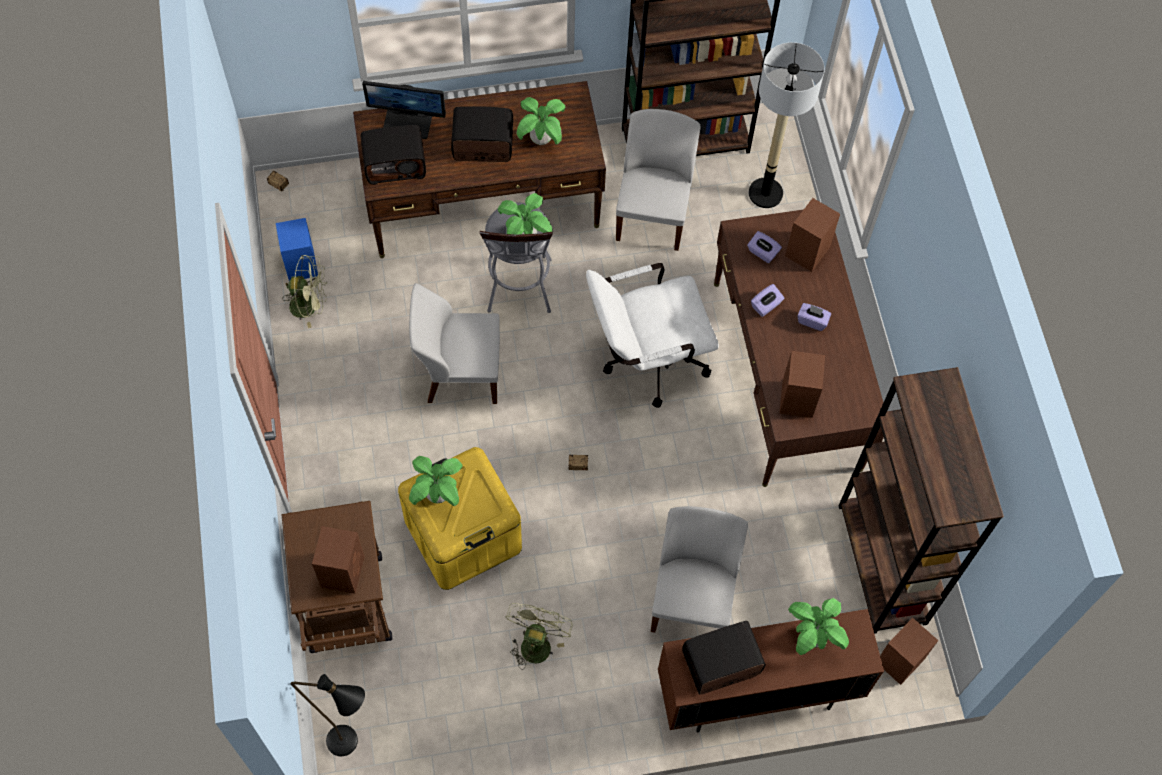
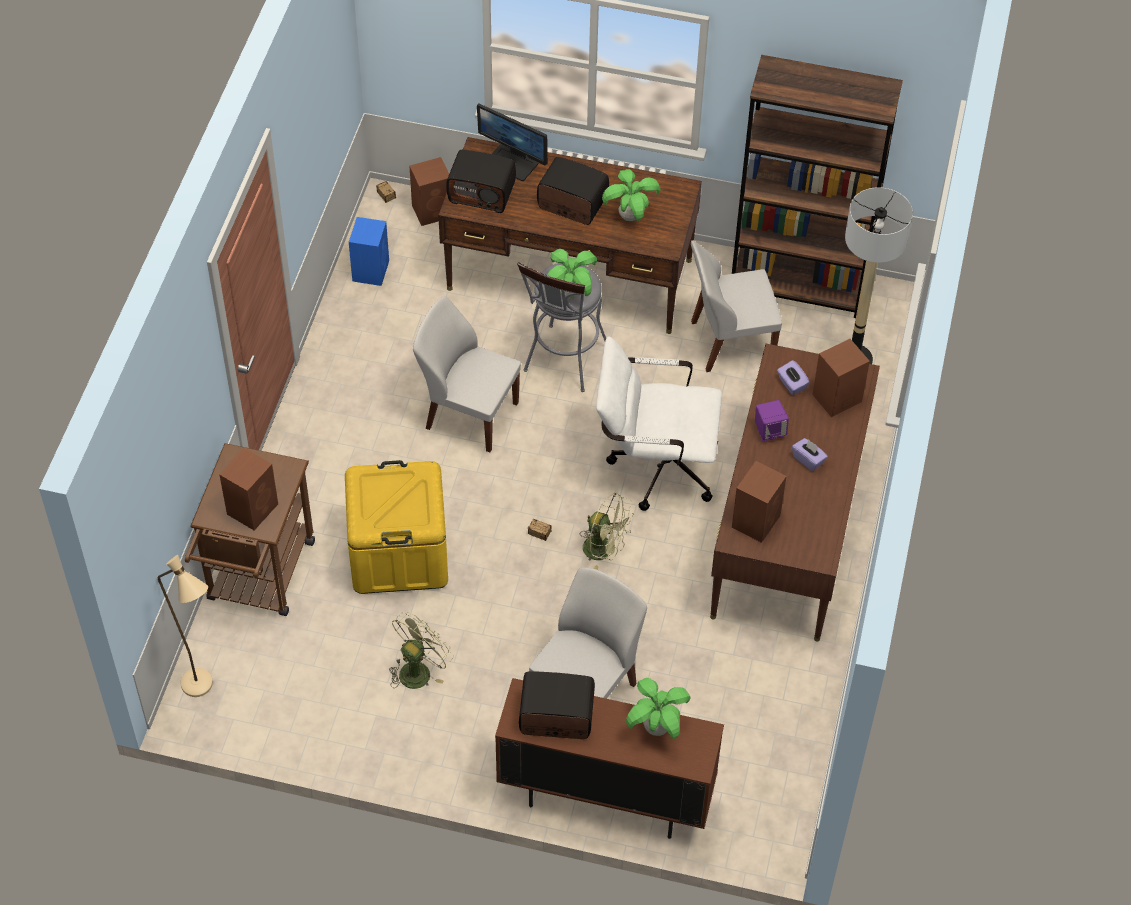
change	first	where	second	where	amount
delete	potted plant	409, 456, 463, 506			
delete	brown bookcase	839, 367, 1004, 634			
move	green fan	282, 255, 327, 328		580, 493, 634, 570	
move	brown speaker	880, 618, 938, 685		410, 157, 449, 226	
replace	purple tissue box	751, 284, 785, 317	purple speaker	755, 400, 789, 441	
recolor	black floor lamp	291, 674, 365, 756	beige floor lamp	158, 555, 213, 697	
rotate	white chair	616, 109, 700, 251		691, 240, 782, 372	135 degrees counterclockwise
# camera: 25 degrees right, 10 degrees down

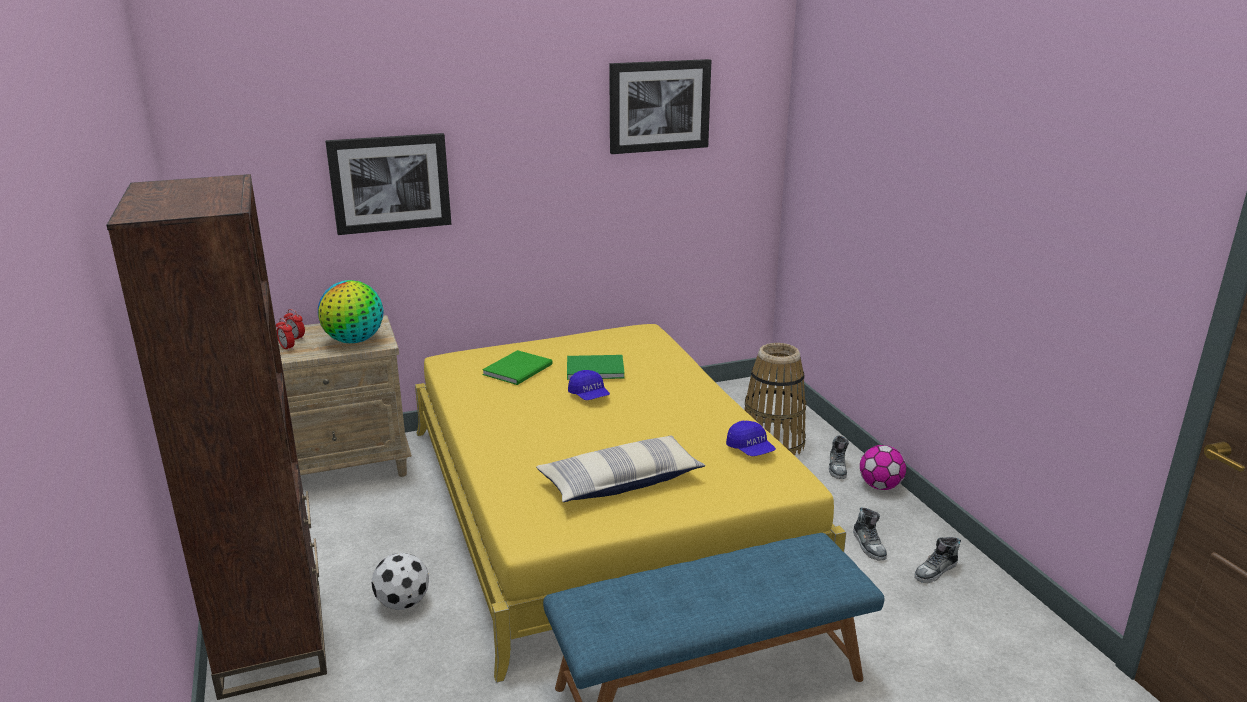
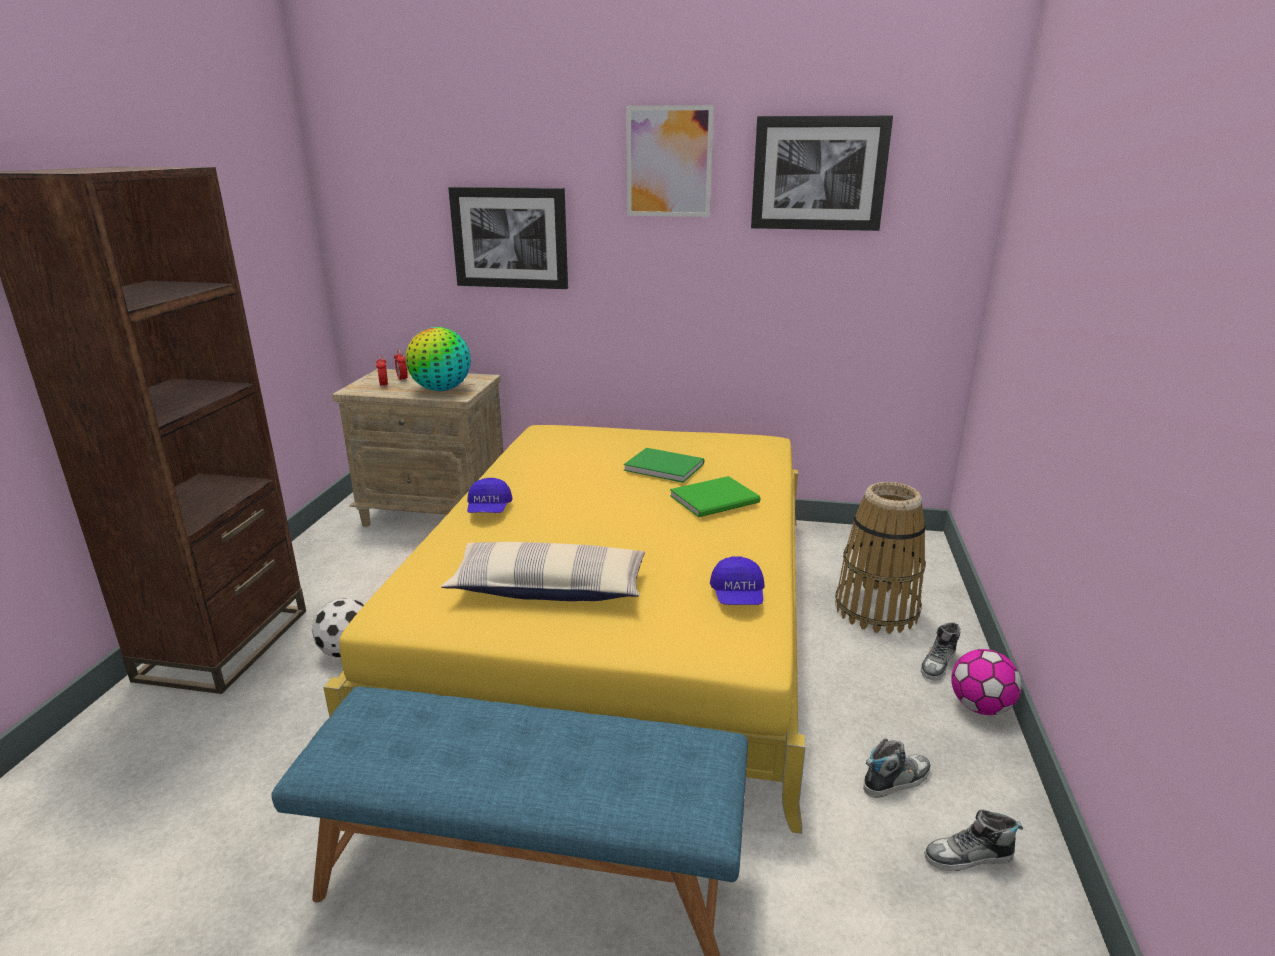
change	first	where	second	where	amount
insert			picture	626, 105, 714, 217	
move	green book	482, 350, 553, 385		670, 476, 760, 517	
move	blue cap	568, 370, 610, 400		467, 478, 513, 513	
rotate	shoe	853, 507, 887, 561		863, 738, 931, 798	135 degrees counterclockwise
# camera: 30 degrees right, 0 degrees up

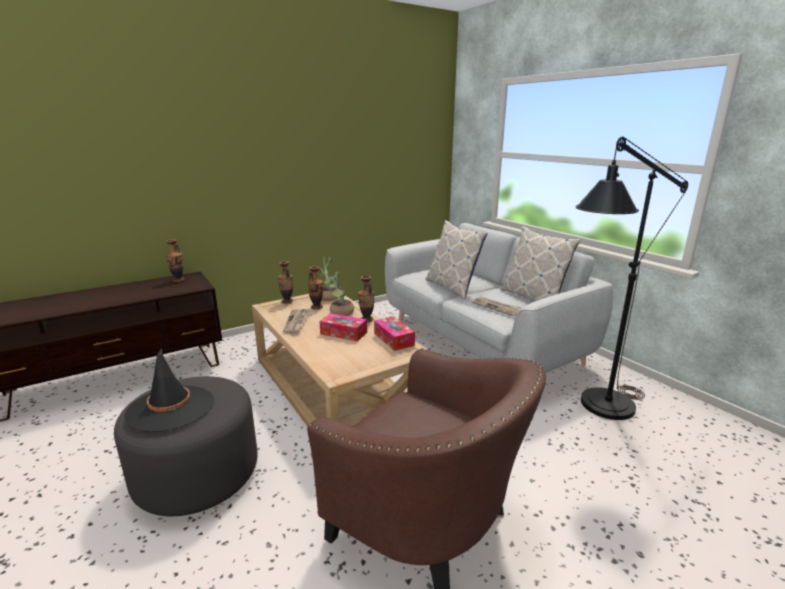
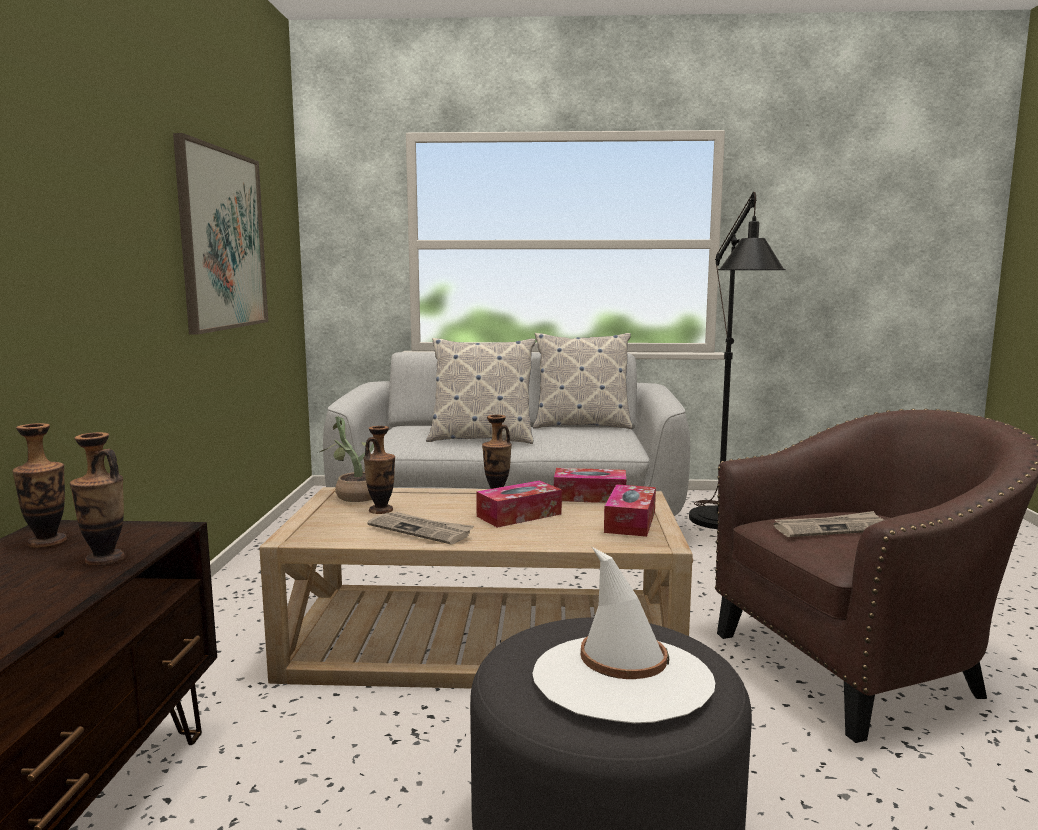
change	first	where	second	where	amount
delete	potted plant	324, 275, 354, 316			
insert			picture	173, 133, 268, 334	
insert			tissue box	604, 484, 656, 537	
move	vase	278, 261, 293, 304		70, 432, 125, 566	
move	newspaper	471, 297, 521, 316		774, 511, 884, 537	
recolor	black hat	124, 348, 214, 432	white hat	532, 547, 715, 723	
# camera: 55 degrees left, 10 degrees down

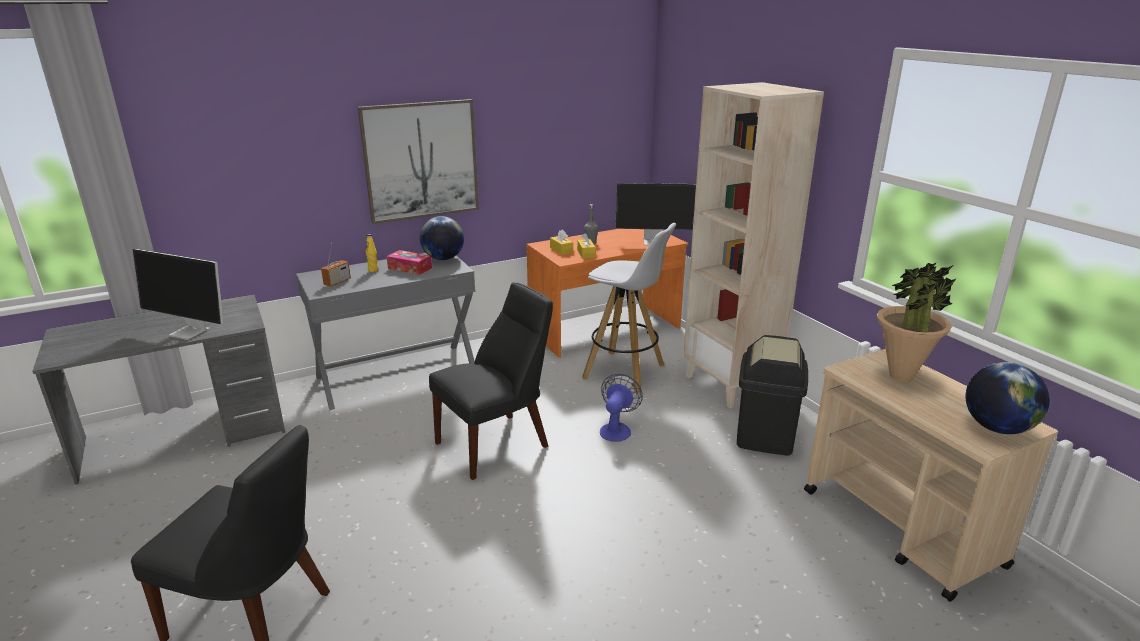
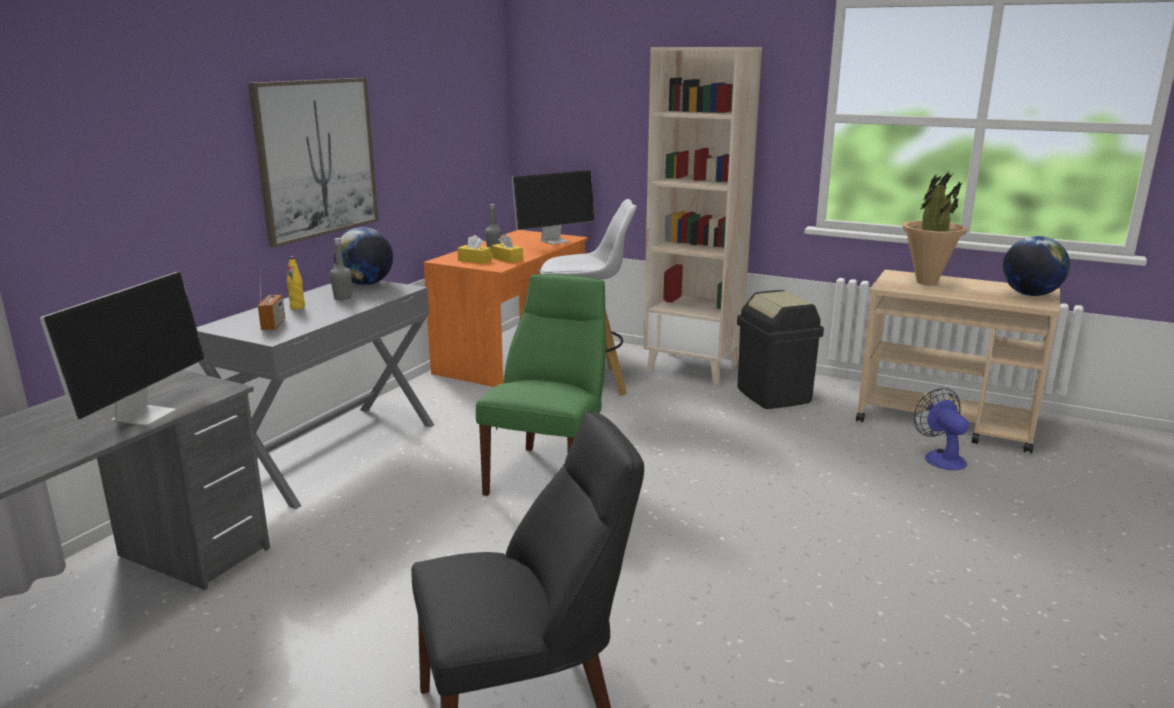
change	first	where	second	where	amount
move	fan	600, 374, 643, 442		914, 388, 969, 470	
replace	tissue box	387, 250, 432, 275	grey bottle	330, 238, 352, 300	
recolor	black chair	429, 283, 553, 480	green chair	476, 274, 606, 496	
rotate	monitor	133, 249, 223, 340		40, 272, 205, 426	60 degrees counterclockwise
# camera: 35 degrees left, 5 degrees down

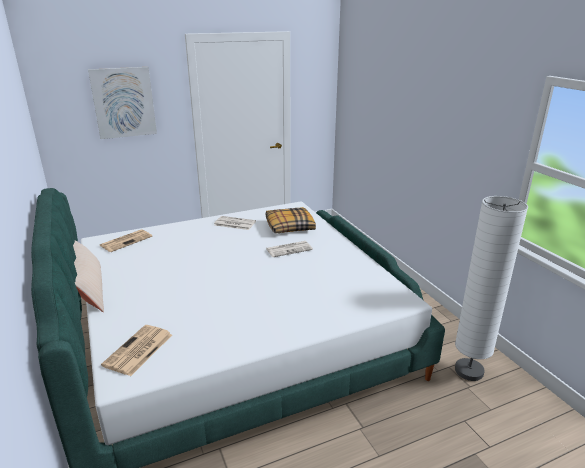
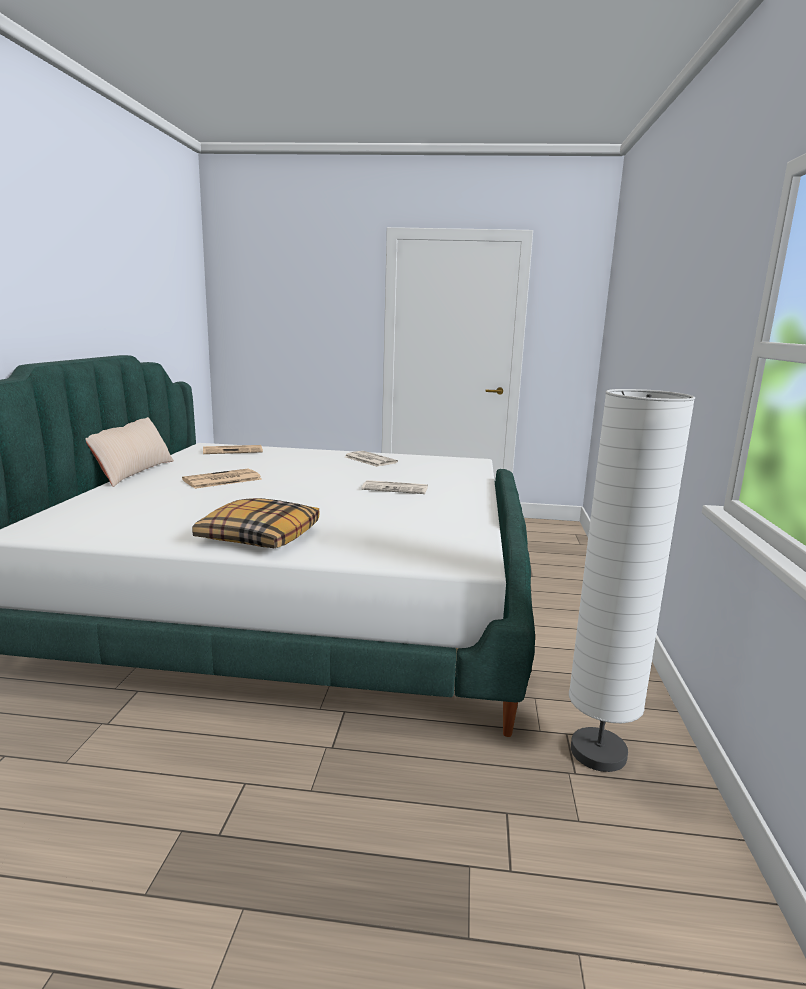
change	first	where	second	where	amount
delete	picture	88, 67, 157, 139			
move	newspaper	101, 325, 172, 376		182, 468, 261, 489	
move	pillow	266, 207, 316, 234		192, 498, 319, 548	
# camera: 30 degrees right, 10 degrees down

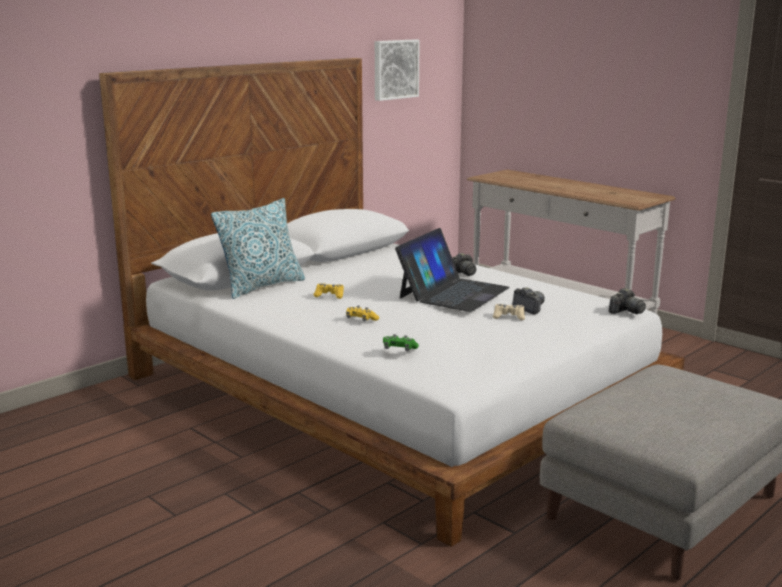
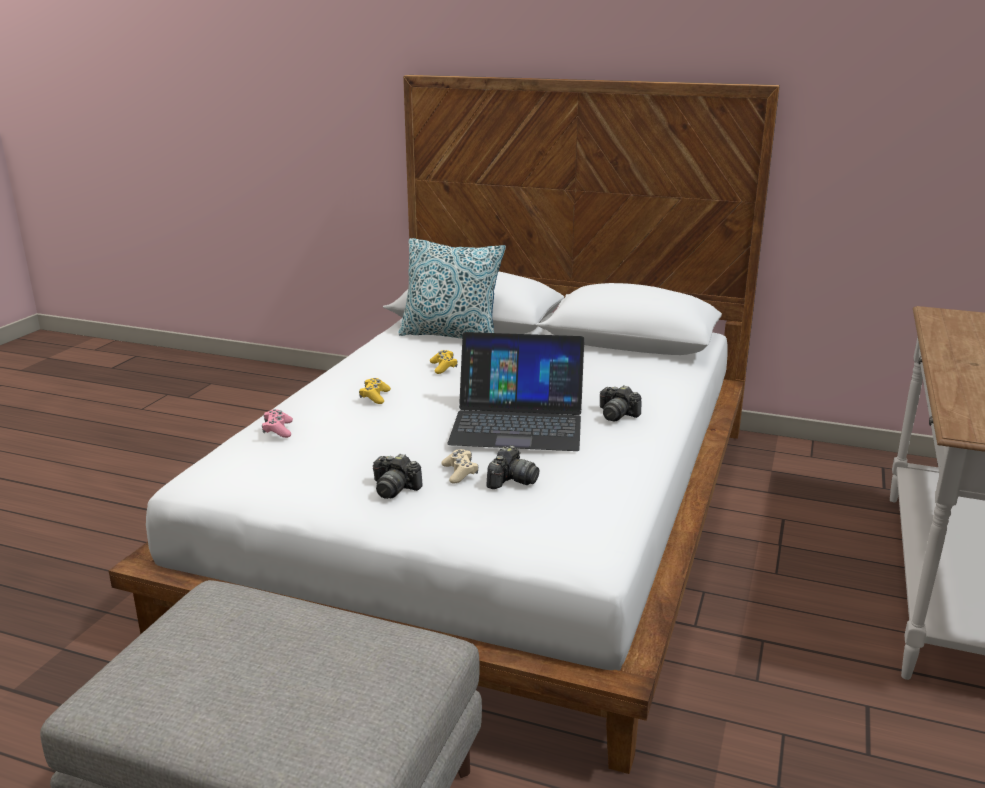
change	first	where	second	where	amount
delete	picture	375, 39, 420, 101			
move	photo camera	609, 288, 646, 314		373, 453, 423, 499	
recolor	green game controller	383, 334, 419, 351	pink game controller	262, 409, 293, 438	
# camera: 65 degrees right, 5 degrees up

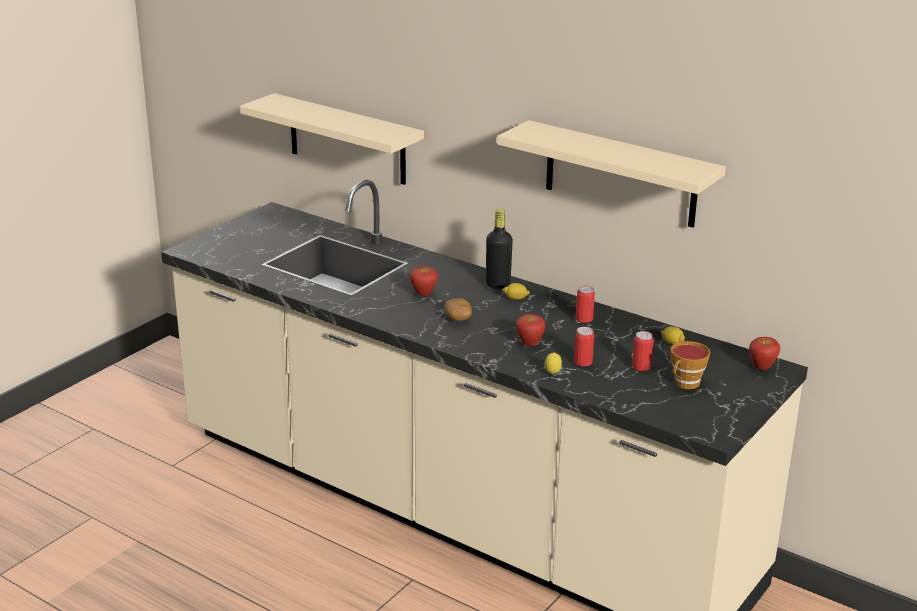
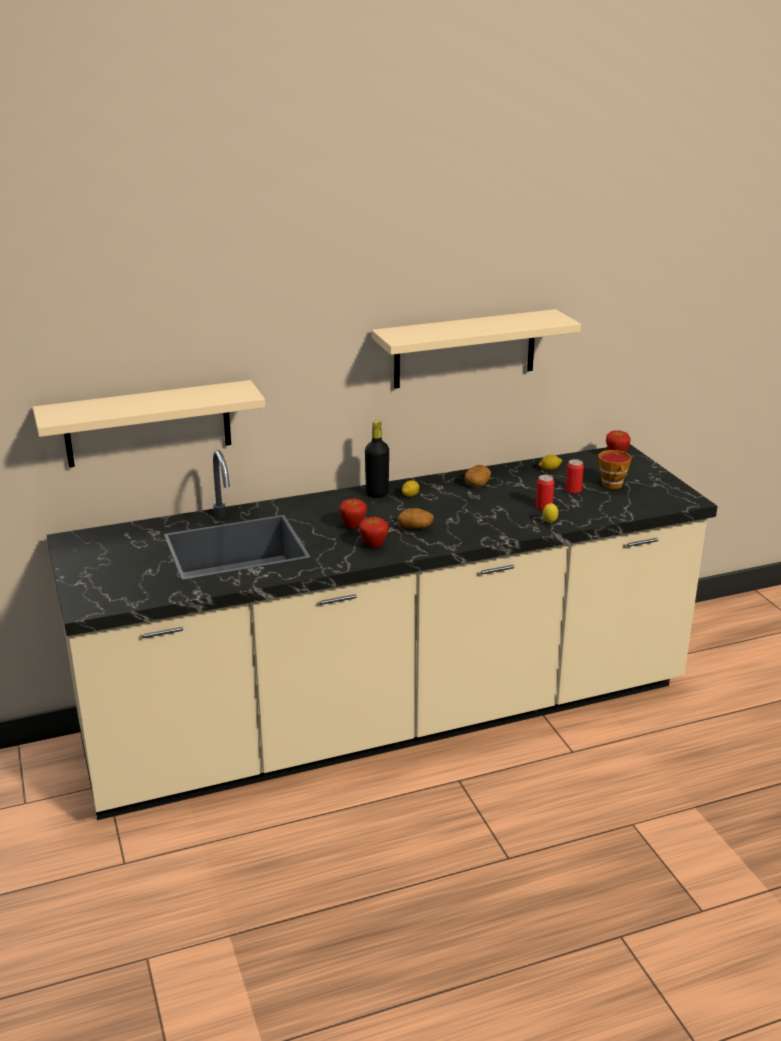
change	first	where	second	where	amount
move	apple	516, 314, 545, 346		359, 517, 389, 548	
replace	can	575, 285, 595, 323	potato	465, 465, 491, 487	
# camera: 55 degrees left, 0 degrees up

